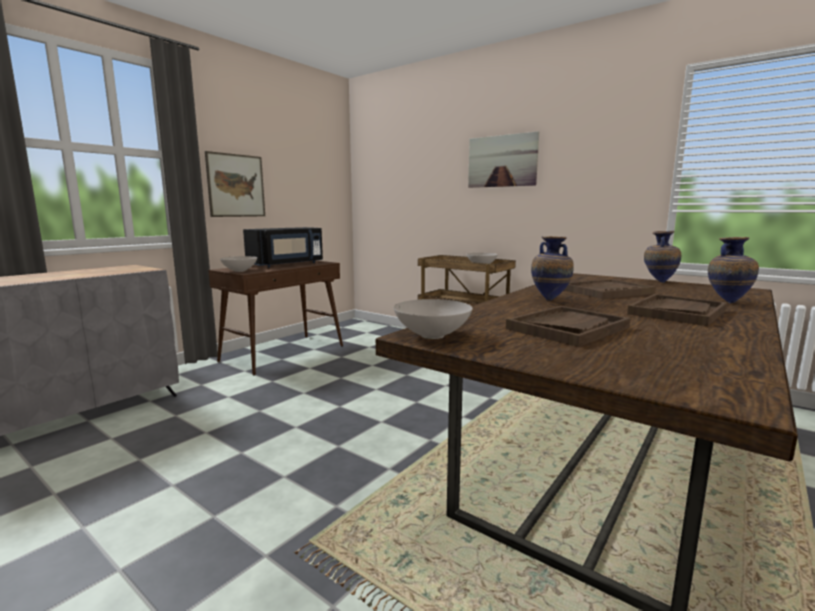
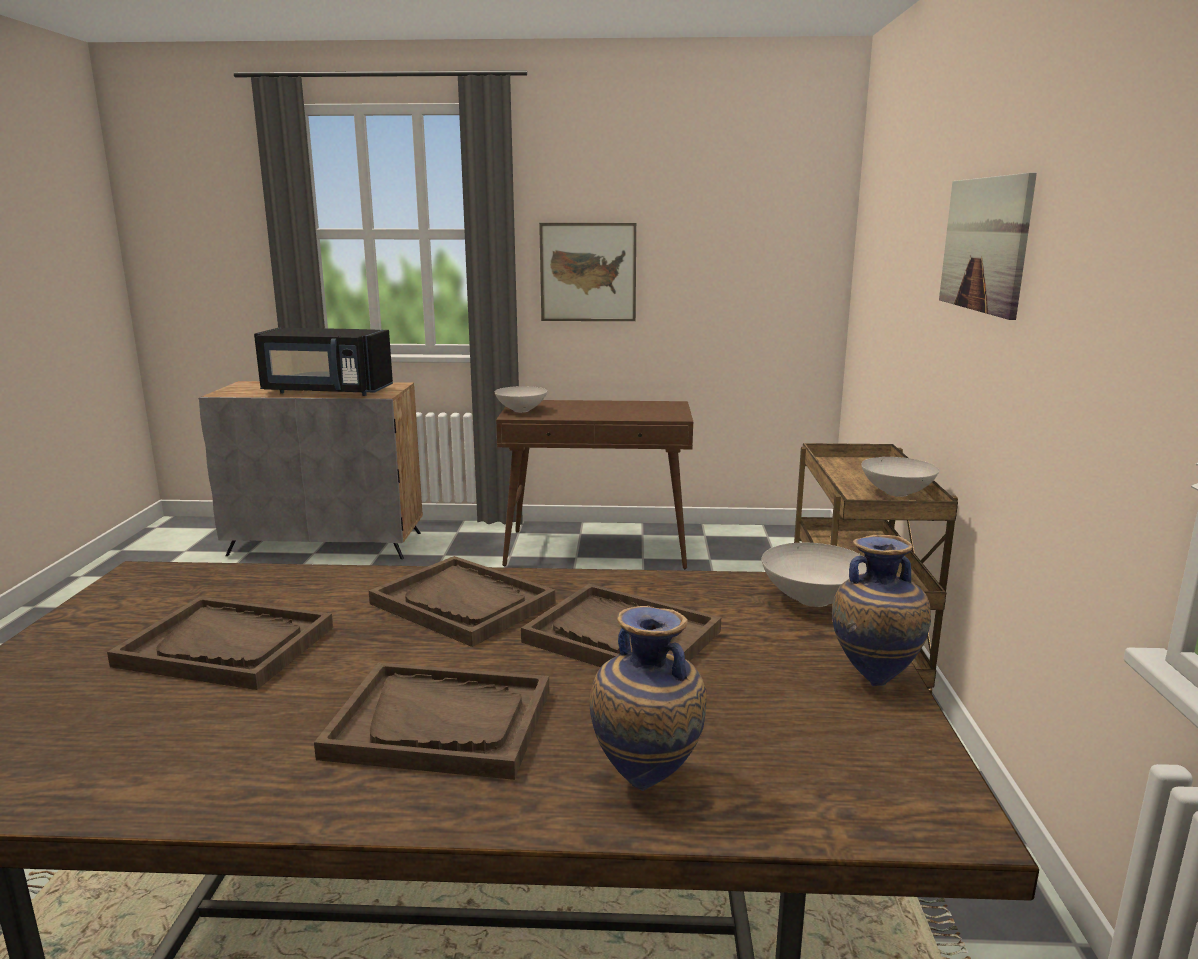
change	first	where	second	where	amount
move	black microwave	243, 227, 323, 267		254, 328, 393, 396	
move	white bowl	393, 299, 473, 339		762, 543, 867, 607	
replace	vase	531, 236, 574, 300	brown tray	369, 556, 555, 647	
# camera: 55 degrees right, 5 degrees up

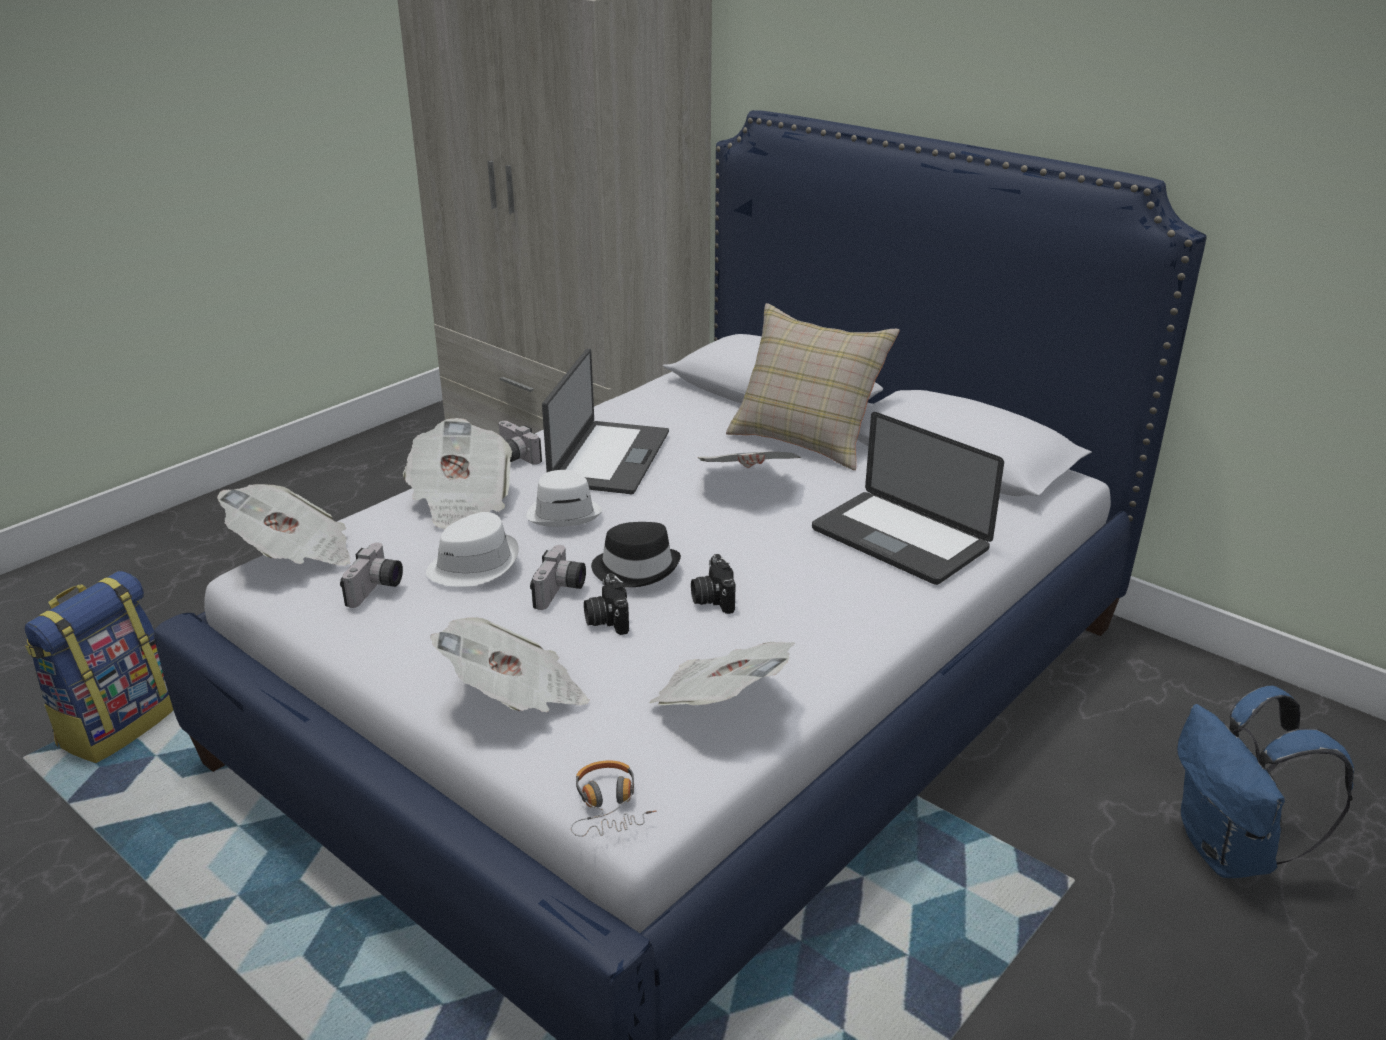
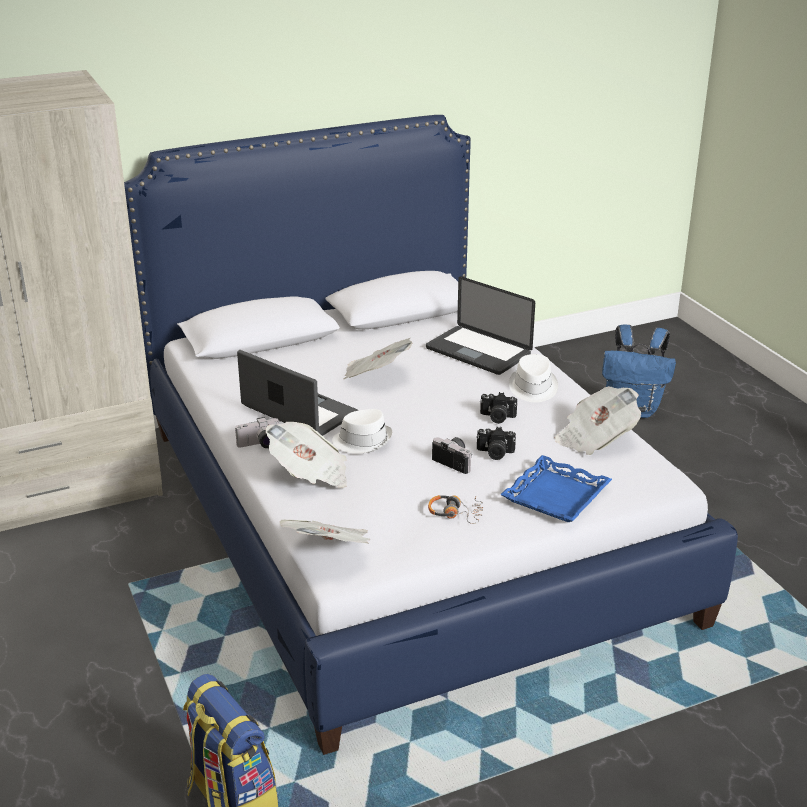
change	first	where	second	where	amount
delete	photo camera	340, 543, 403, 608			
delete	black hat	591, 522, 681, 587			
delete	beige pillow	726, 303, 900, 470			
move	white hat	426, 512, 519, 587		509, 354, 558, 402	
move	headphones	571, 760, 656, 837		428, 495, 483, 524	
replace	newspaper	430, 617, 590, 712	blue tray	500, 455, 612, 522	
rotate	laptop	812, 412, 1004, 585		426, 276, 535, 375	60 degrees clockwise
# camera: 65 degrees left, 0 degrees up

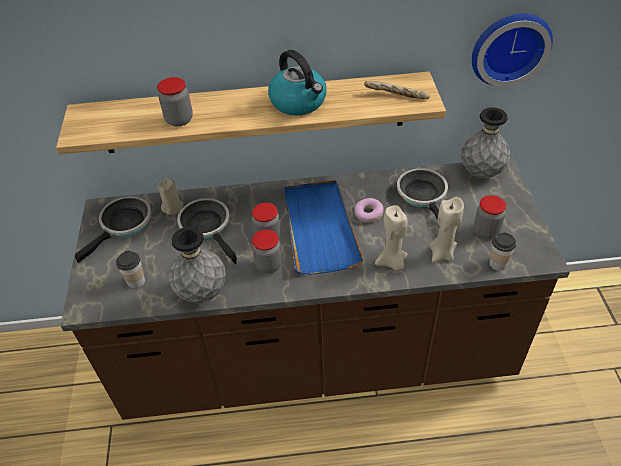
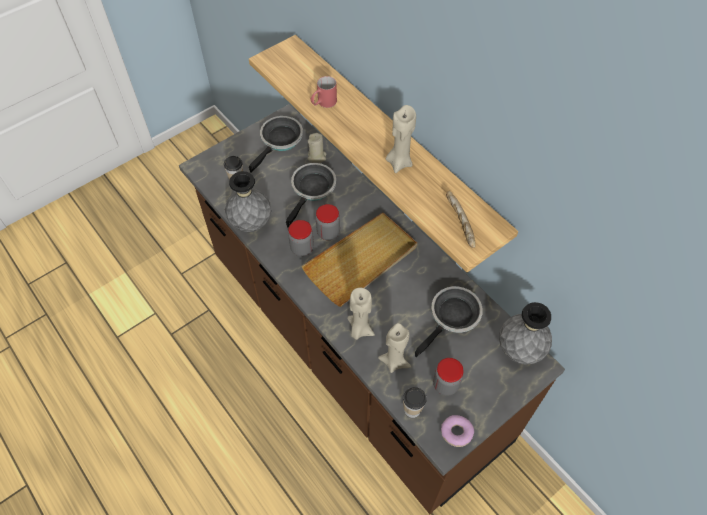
change	first	where	second	where	amount
delete	wall clock	472, 13, 553, 87			
move	donut	354, 198, 384, 222		441, 415, 474, 447	
replace	jar	157, 77, 193, 127	red mug	310, 76, 337, 108	
replace	kettle	268, 50, 327, 115	beige candle	386, 105, 416, 173	
recolor	blue tray	284, 180, 364, 274	beige tray	301, 213, 417, 307	
rotate	frying pan	75, 196, 151, 263		249, 116, 303, 173	60 degrees counterclockwise
# camera: 55 degrees right, 10 degrees up

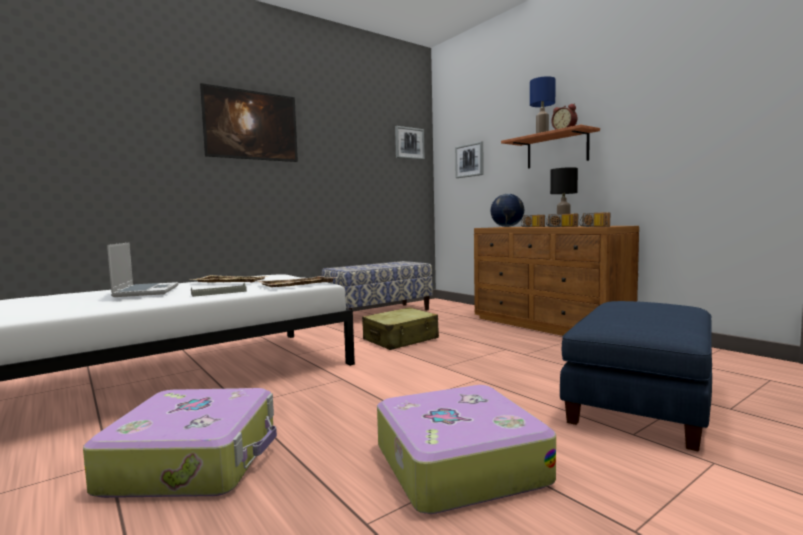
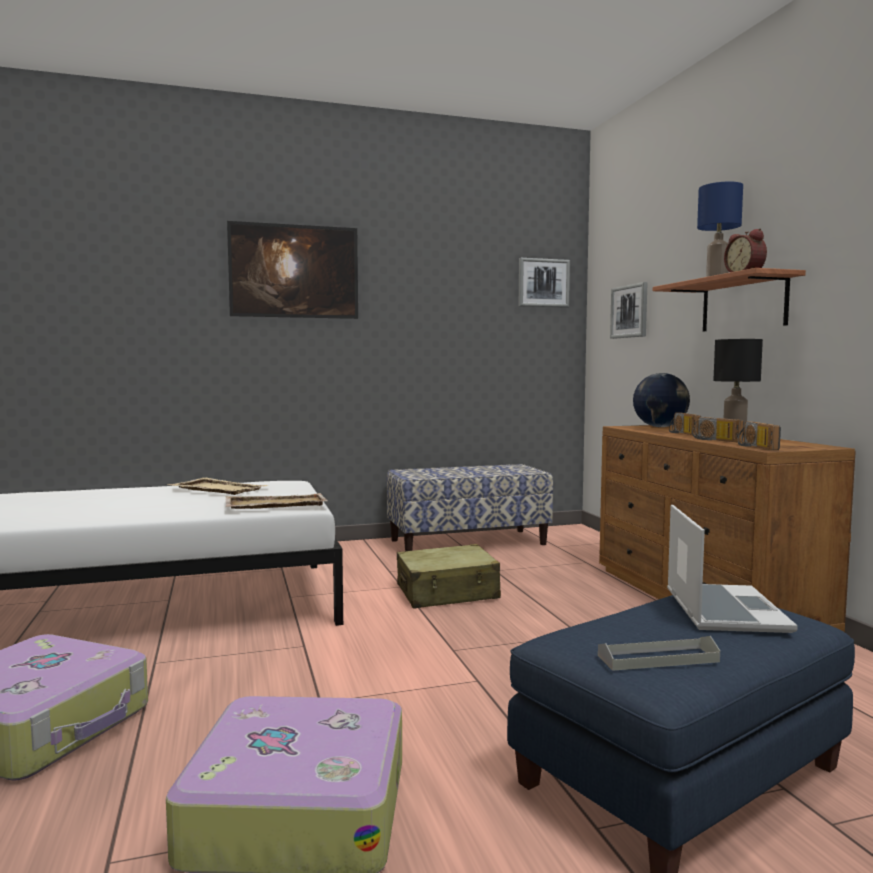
change	first	where	second	where	amount
move	laptop	107, 242, 179, 297		667, 505, 798, 633	
move	grey tray	191, 282, 247, 297		598, 636, 720, 671	
# camera: 20 degrees right, 0 degrees up

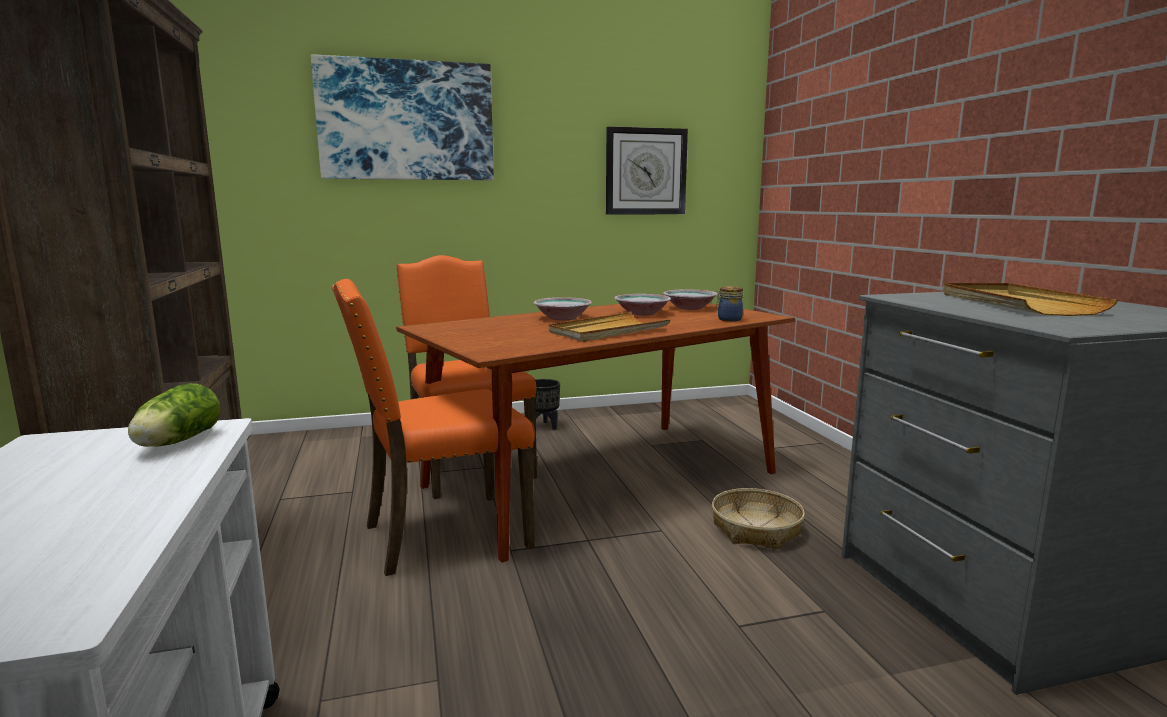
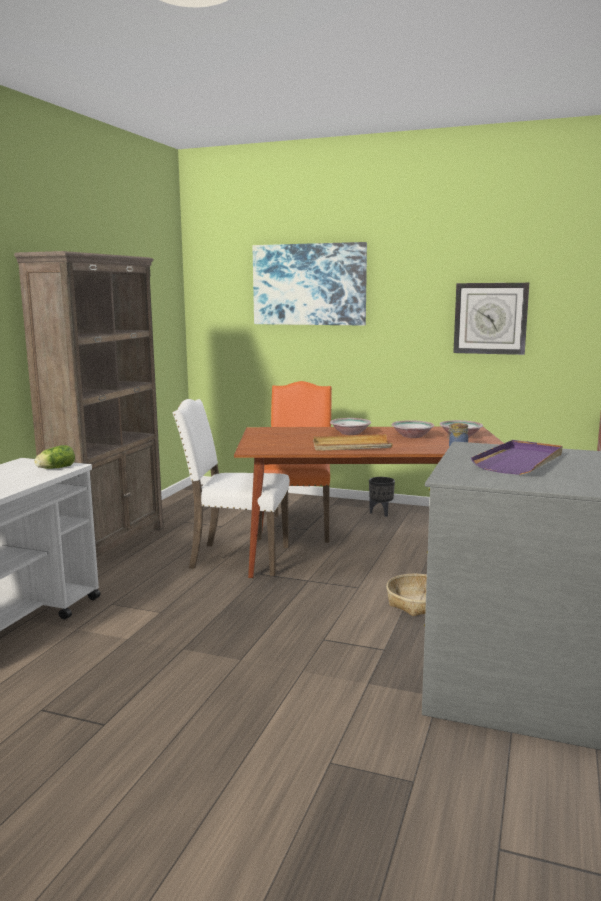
change	first	where	second	where	amount
recolor	orange chair	331, 279, 535, 576	white chair	173, 399, 290, 576	
recolor	beige tray	943, 283, 1118, 316	purple tray	471, 440, 562, 475	
# camera: 35 degrees right, 0 degrees up

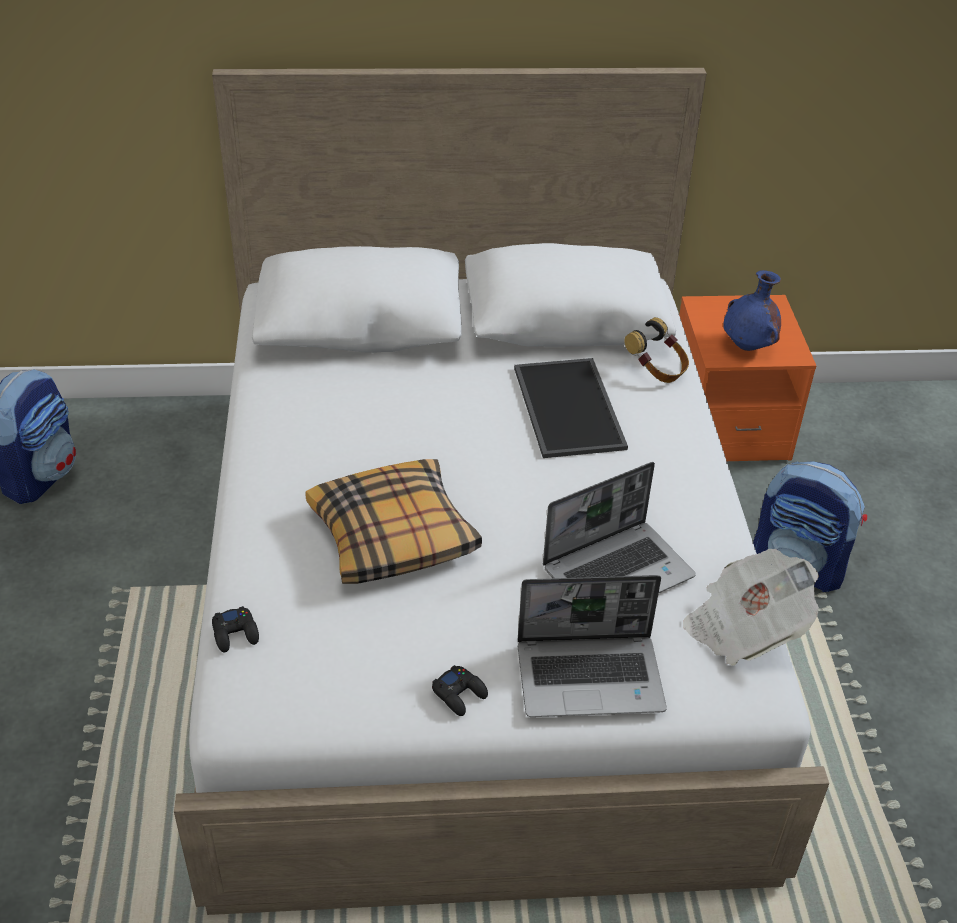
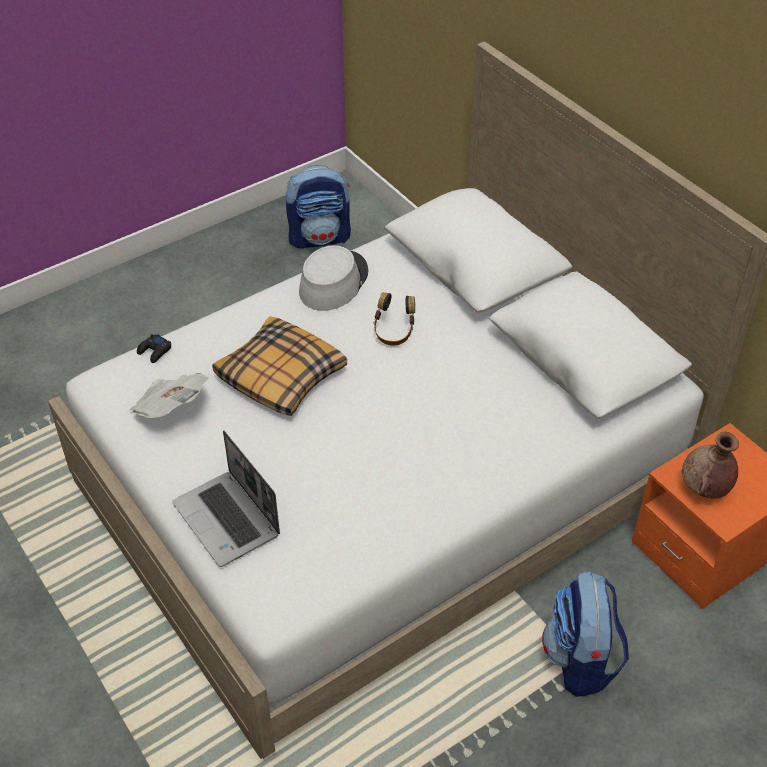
change	first	where	second	where	amount
delete	black game controller	432, 665, 488, 716			
delete	tray	514, 358, 628, 458			
delete	laptop	543, 462, 696, 593			
insert			grey hat	299, 245, 368, 311	
move	headphones	624, 317, 689, 383		374, 292, 415, 346	
move	newspaper	683, 549, 819, 666		129, 373, 209, 418	
recolor	blue vase	723, 270, 781, 351	brown vase	682, 431, 739, 499	
# camera: 60 degrees right, 5 degrees up

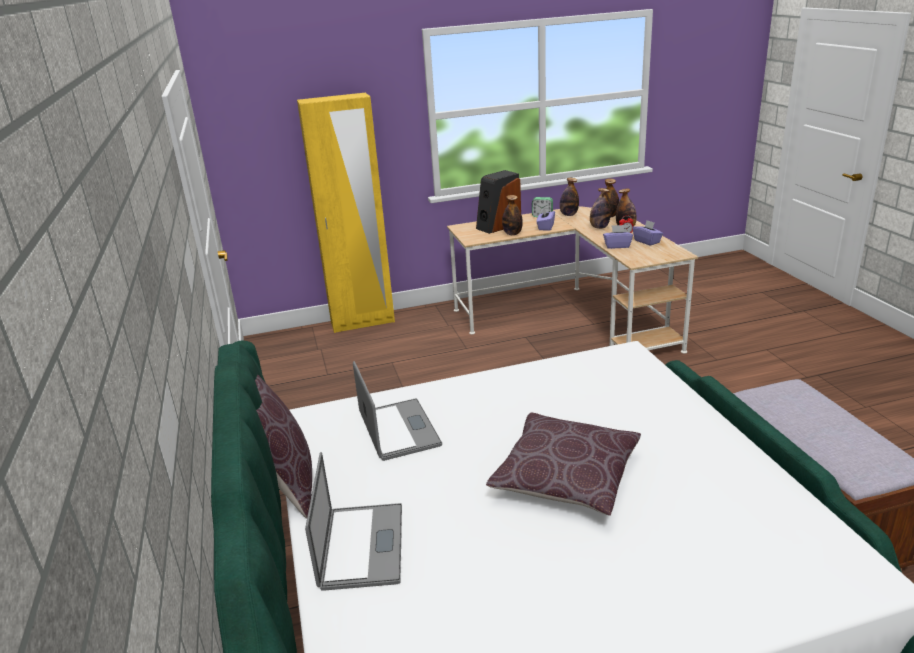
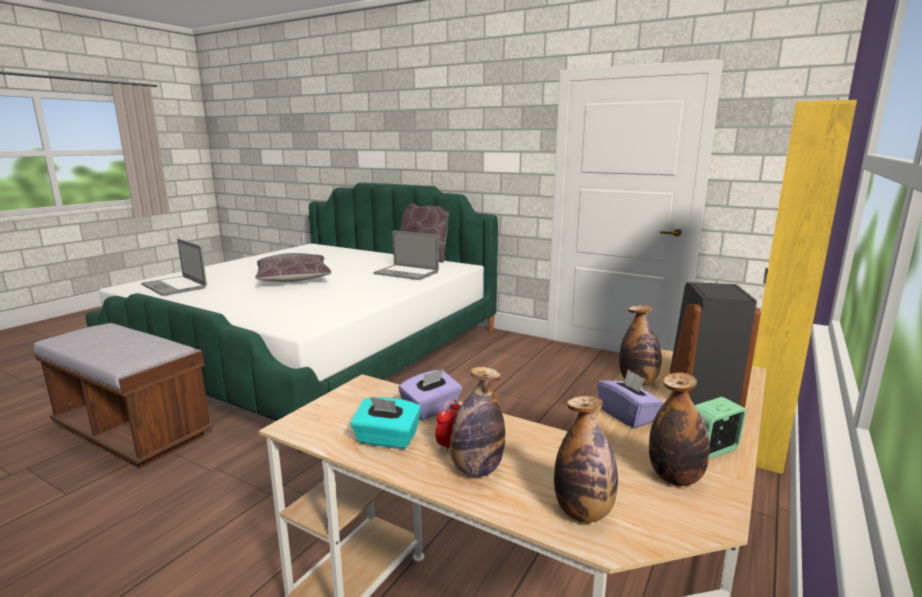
change	first	where	second	where	amount
delete	bottle	590, 188, 611, 229			
move	laptop	305, 452, 402, 591		141, 239, 207, 296	
recolor	purple tissue box	633, 220, 663, 246	turquoise tissue box	350, 397, 421, 449	
# camera: 135 degrees right, 10 degrees down

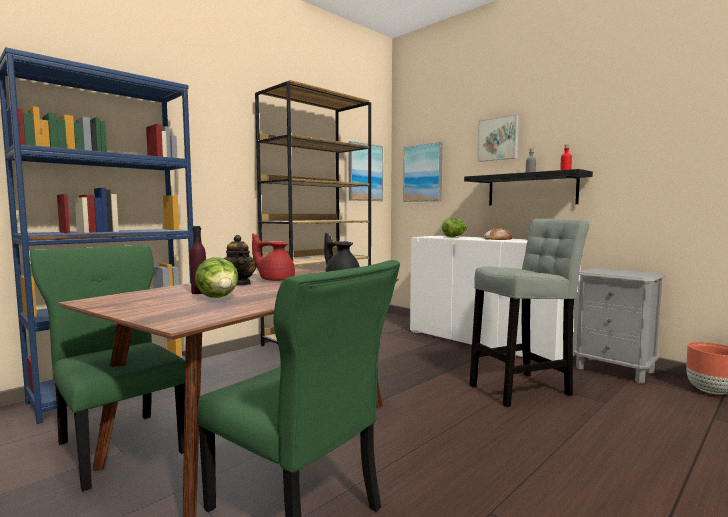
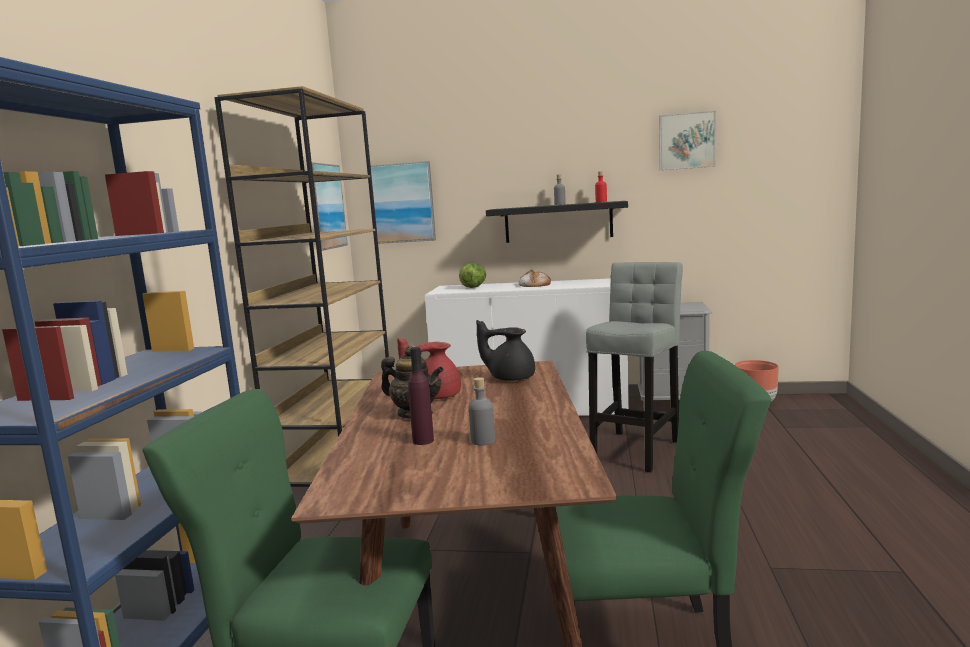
change	first	where	second	where	amount
move	picture	477, 114, 519, 162		659, 111, 716, 170	
replace	lettuce	195, 257, 238, 298	grey bottle	469, 377, 495, 446	
# camera: 35 degrees left, 5 degrees up

